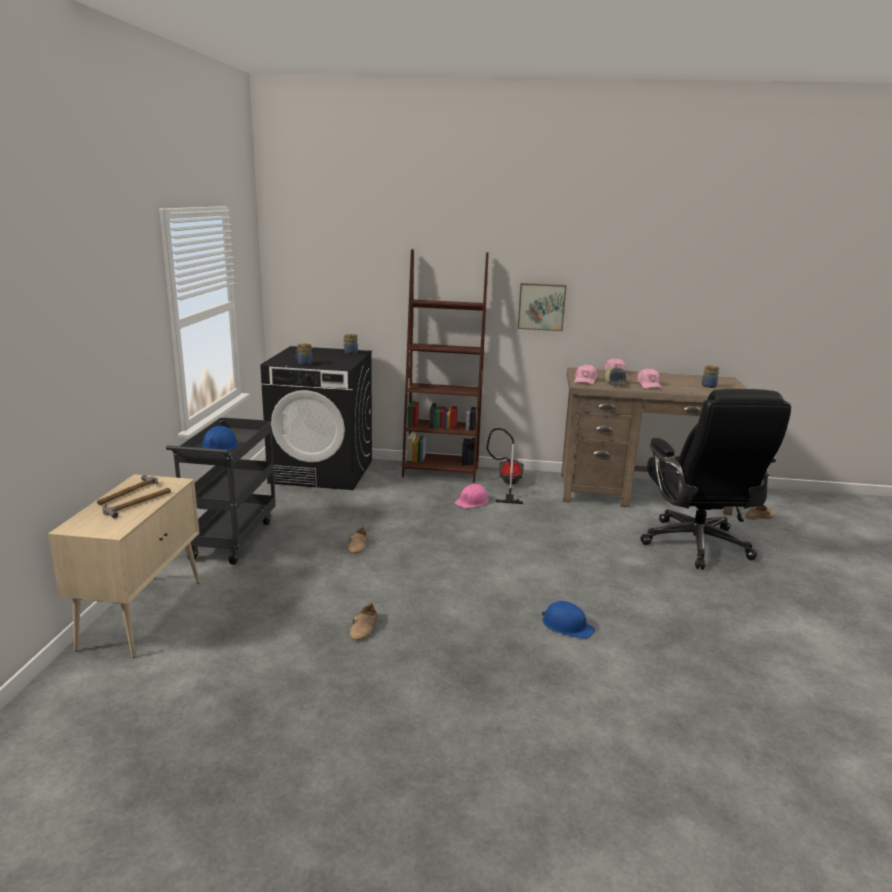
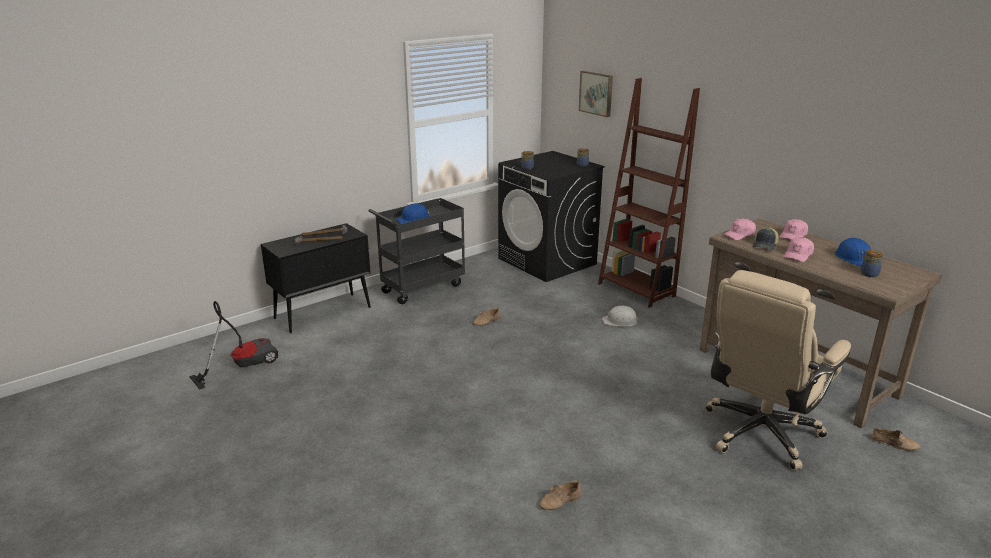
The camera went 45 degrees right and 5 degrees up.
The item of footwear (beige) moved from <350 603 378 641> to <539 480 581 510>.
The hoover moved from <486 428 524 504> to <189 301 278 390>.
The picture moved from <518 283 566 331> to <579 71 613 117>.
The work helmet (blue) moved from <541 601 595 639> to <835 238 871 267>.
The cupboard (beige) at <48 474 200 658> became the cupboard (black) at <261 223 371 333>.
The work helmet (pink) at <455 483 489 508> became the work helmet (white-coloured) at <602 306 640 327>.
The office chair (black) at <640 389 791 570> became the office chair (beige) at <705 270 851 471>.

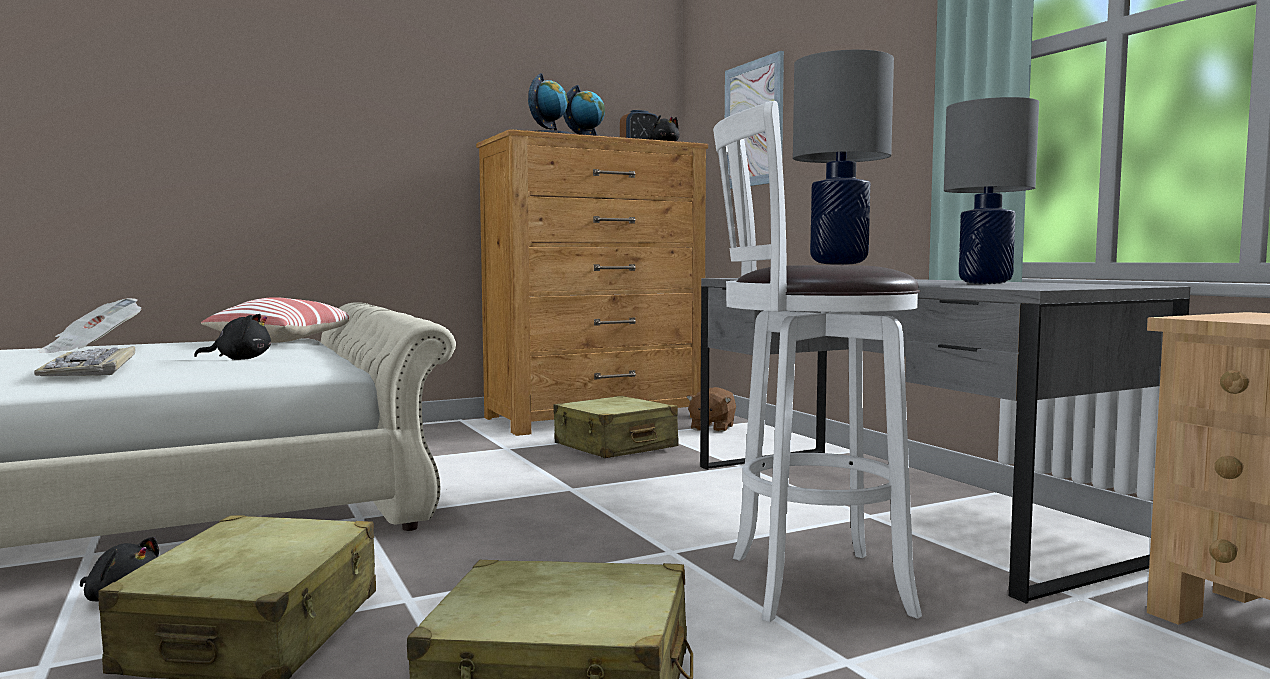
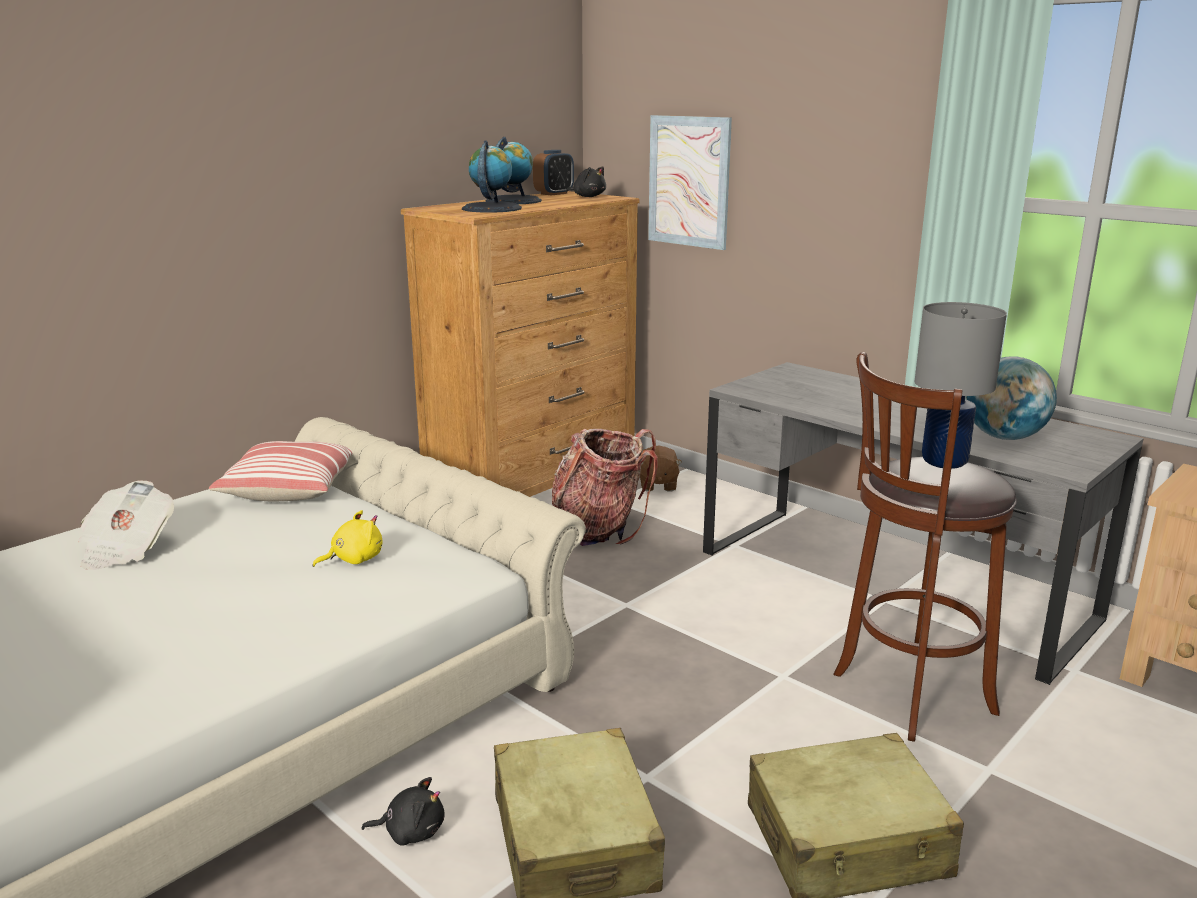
The camera went 20 degrees left and 15 degrees up.
The computer keyboard at <34 346 135 376> disappeared.
The travel case (beige) at <553 396 679 458> was replaced by the rucksack at <552 429 658 546>.
The tabletop lamp (grey) at <944 97 1039 284> was replaced by the desk globe at <966 357 1057 440>.
The soft toy (black) at <194 314 271 360> became the soft toy (yellow-coloured) at <313 510 383 567>.
The sitting stool (white-coloured) at <713 101 922 622> became the sitting stool (brown-coloured) at <833 352 1017 742>.

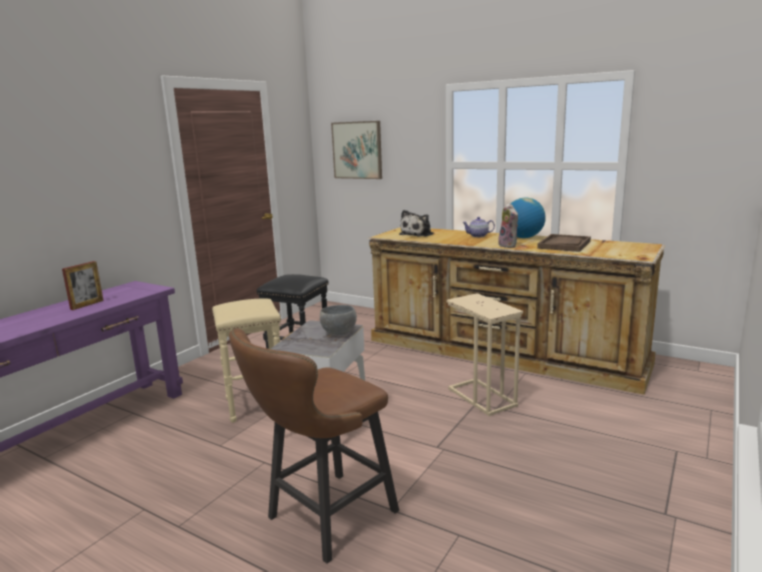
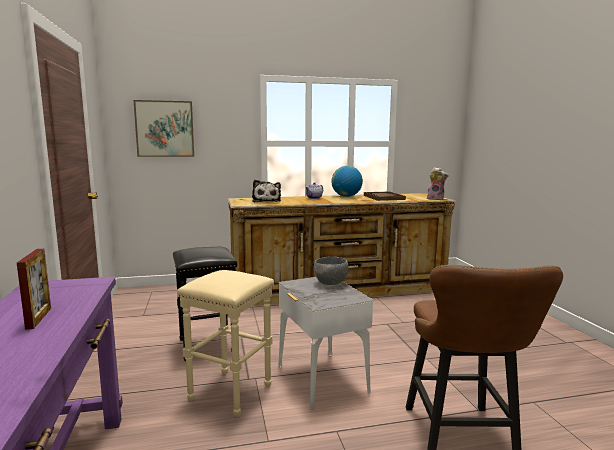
The camera went 45 degrees left and 5 degrees down.
The end table (beige) at <446 293 523 416> disappeared.
The soft toy moved from <498 203 518 248> to <427 167 449 200>.

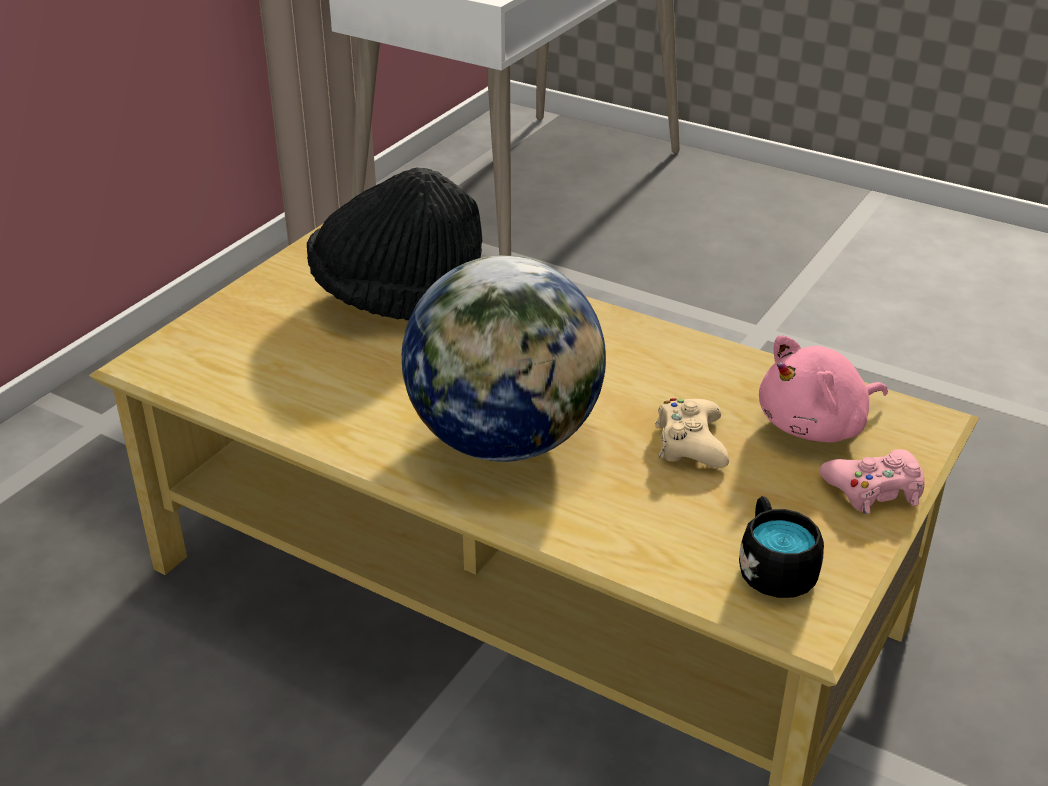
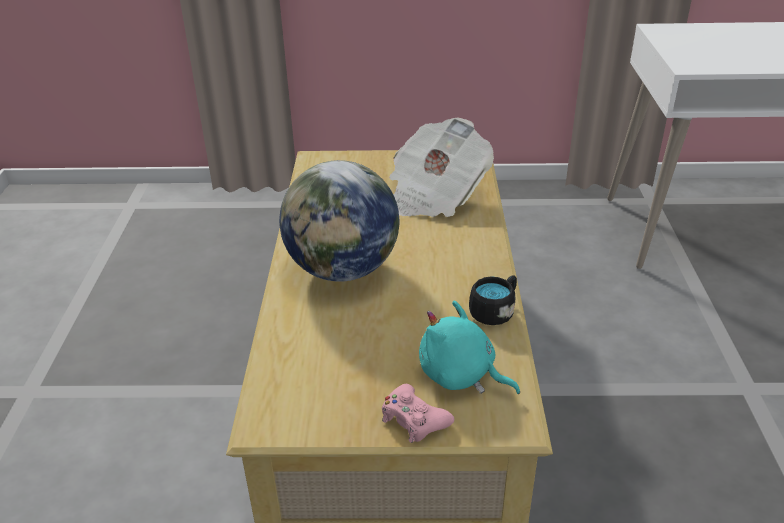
The camera went 60 degrees right and 0 degrees up.
The gamepad (beige) at <655 398 729 467> disappeared.
The mug (black) moved from <739 496 824 598> to <469 275 517 325>.
The clothing hat (black) at <307 168 482 320> was replaced by the printed paper at <389 118 494 217>.
The soft toy (pink) at <759 335 888 443> became the soft toy (blue-green) at <419 301 520 394>.

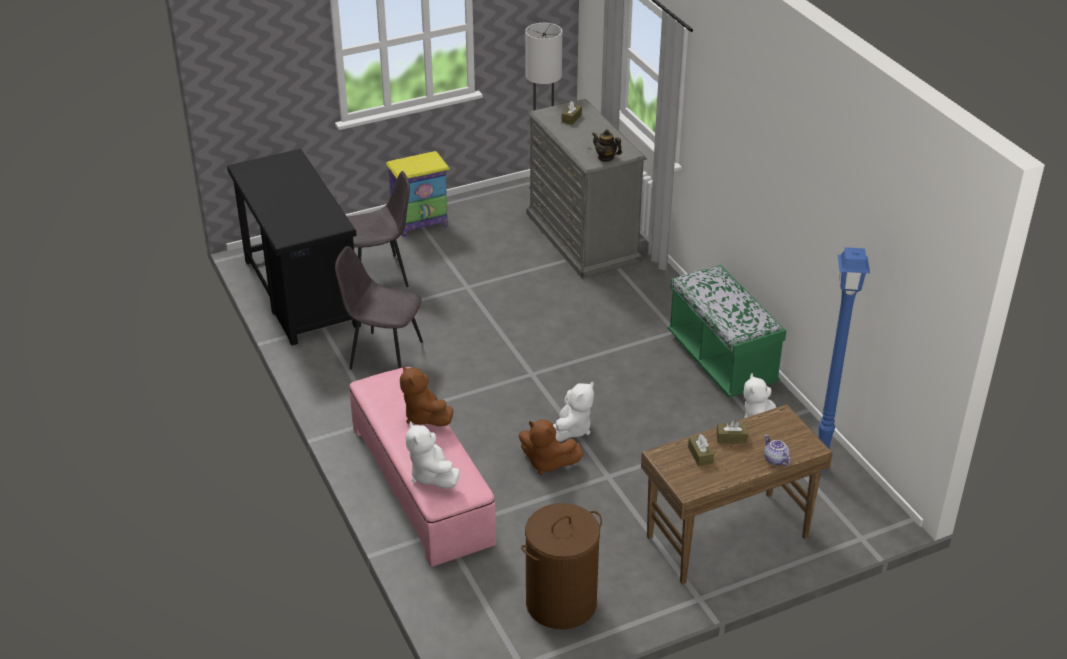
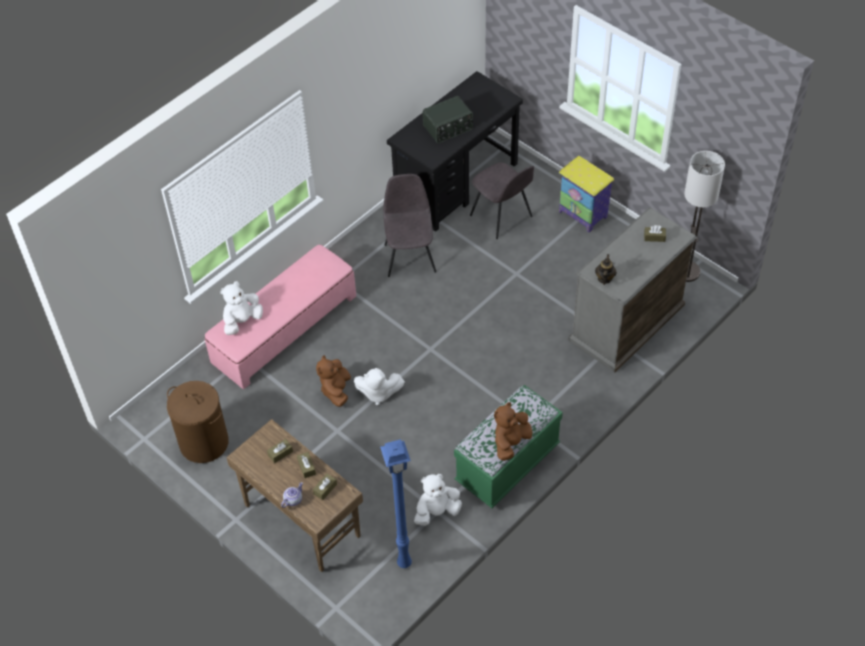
The camera went 70 degrees right and 15 degrees up.
The tissue holder (brown-coloured) at <313 474 337 500> appeared.
The radio at <423 96 473 143> appeared.
The soft toy (brown-coloured) moved from <400 365 453 426> to <494 402 532 461>.

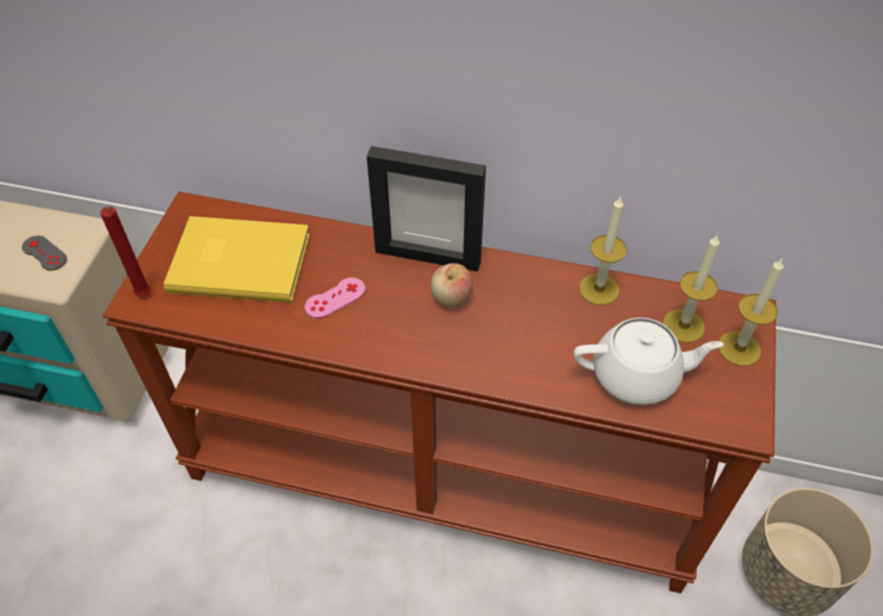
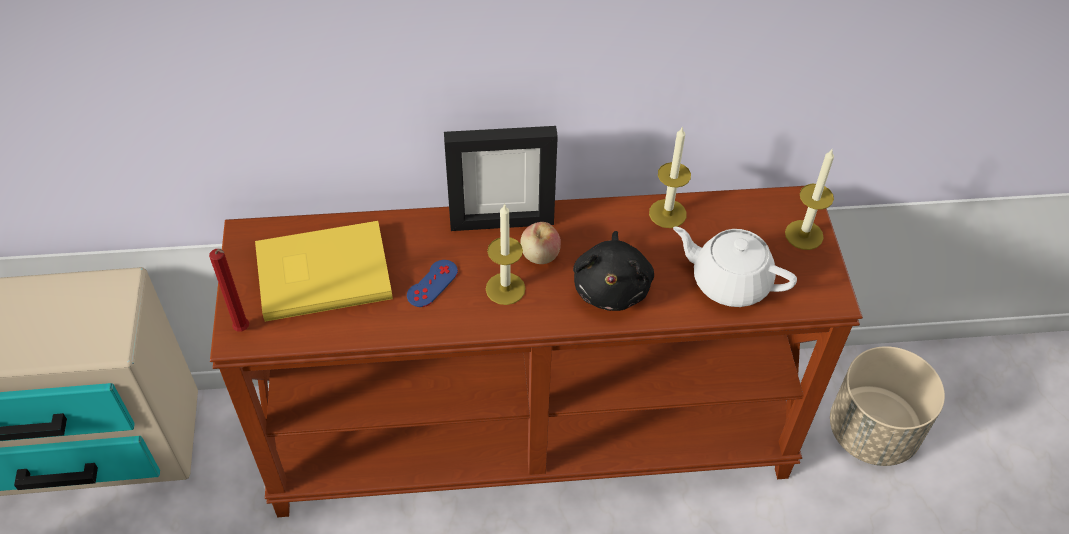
The camera went 20 degrees left and 0 degrees up.
The gamepad (grey) at <22 236 67 271> disappeared.
The soft toy (black) at <573 231 654 311> appeared.
The candle moved from <663 234 720 343> to <486 203 526 305>.
The gamepad (pink) at <305 277 365 318> became the gamepad (blue) at <407 260 458 307>.
The teapot (white-coloured) at <574 317 724 405> turned 135 degrees counterclockwise.

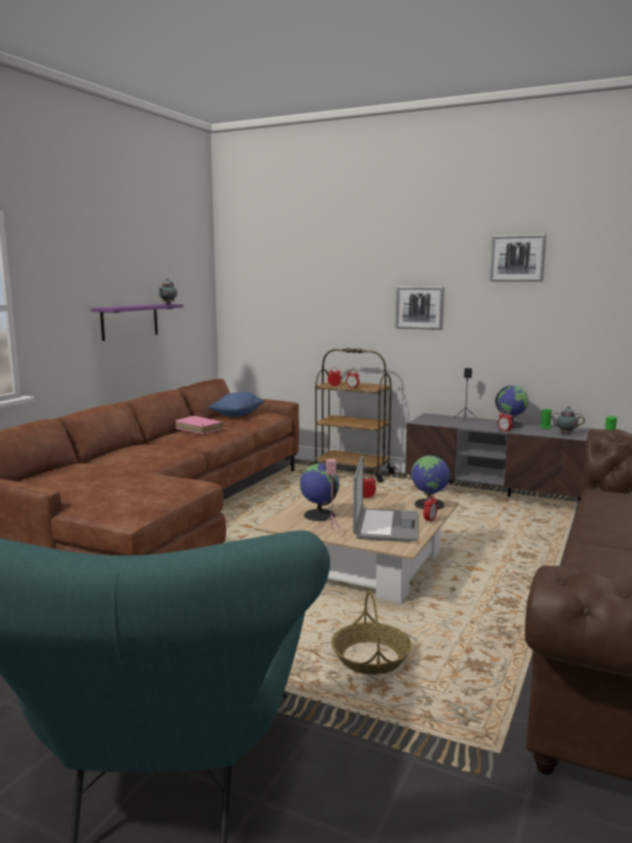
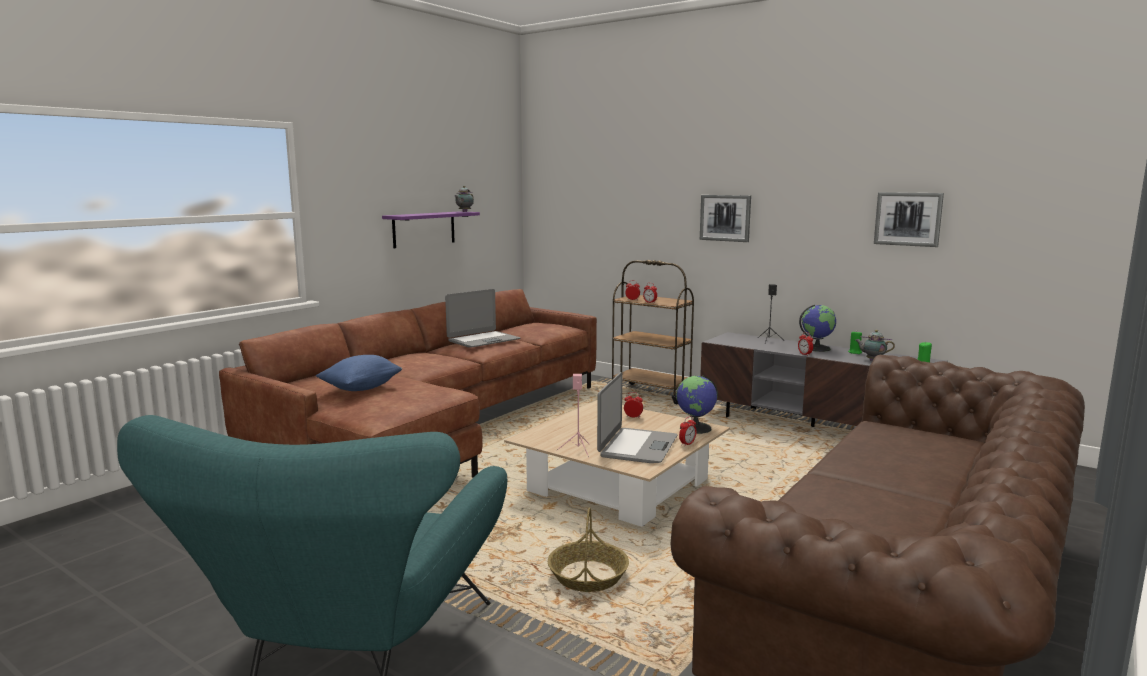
The camera went 10 degrees right and 0 degrees up.
The desk globe at <299 464 340 521> disappeared.
The throw pillow (blue) moved from <208 392 265 417> to <316 355 402 391>.
The picture moved from <489 234 546 282> to <874 192 944 247>.
The book (pink) at <175 416 223 435> was replaced by the laptop at <445 289 520 347>.

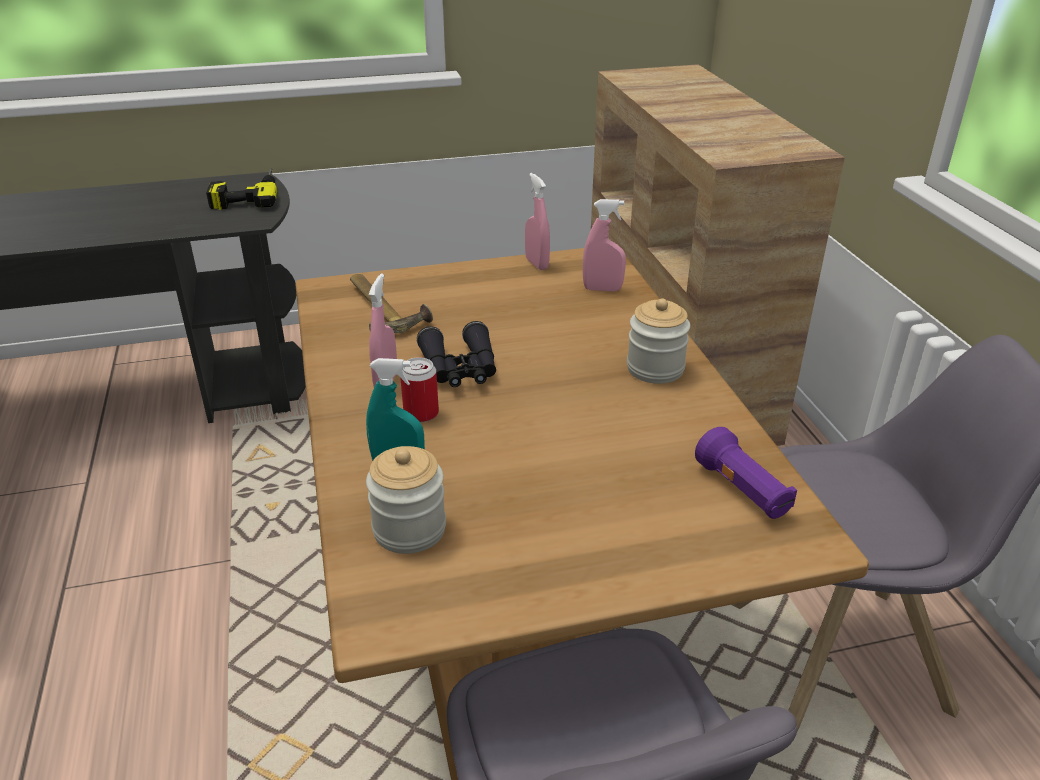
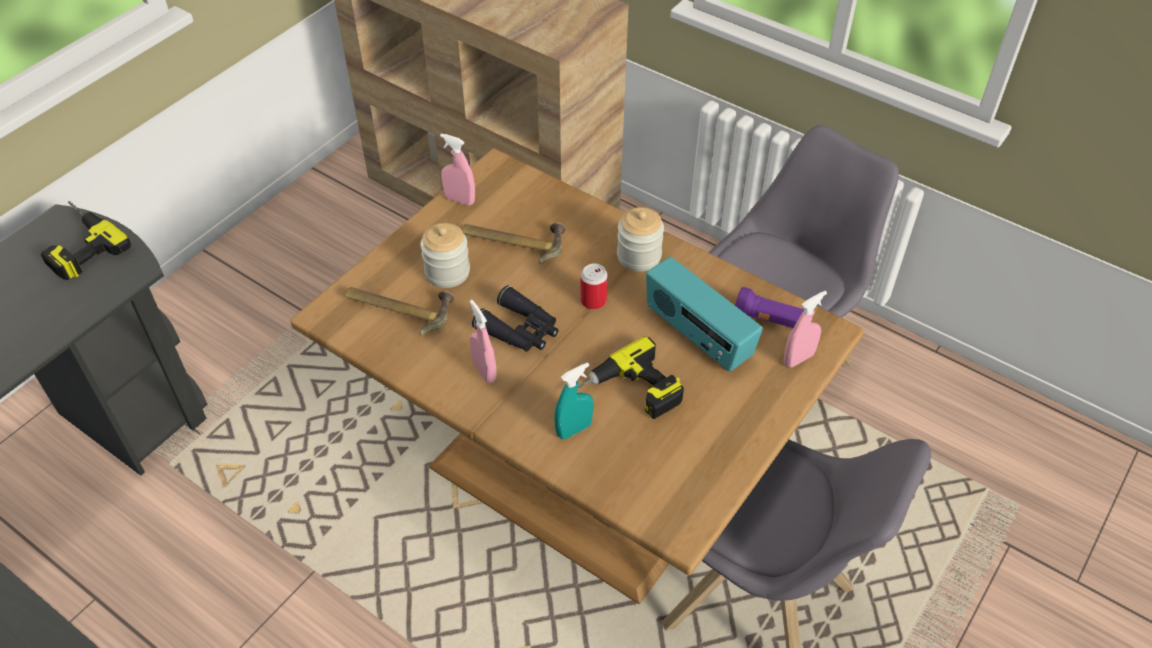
The camera went 40 degrees left and 15 degrees up.
The hammer at <462 223 566 265> appeared.
The electric drill at <577 337 684 419> appeared.
The radio at <646 257 763 371> appeared.
The preserve jar moved from <366 446 446 554> to <420 223 470 288>.
The metal can moved from <400 357 439 422> to <581 263 608 310>.
The hand sprayer (pink) moved from <583 199 626 291> to <784 291 827 367>.

